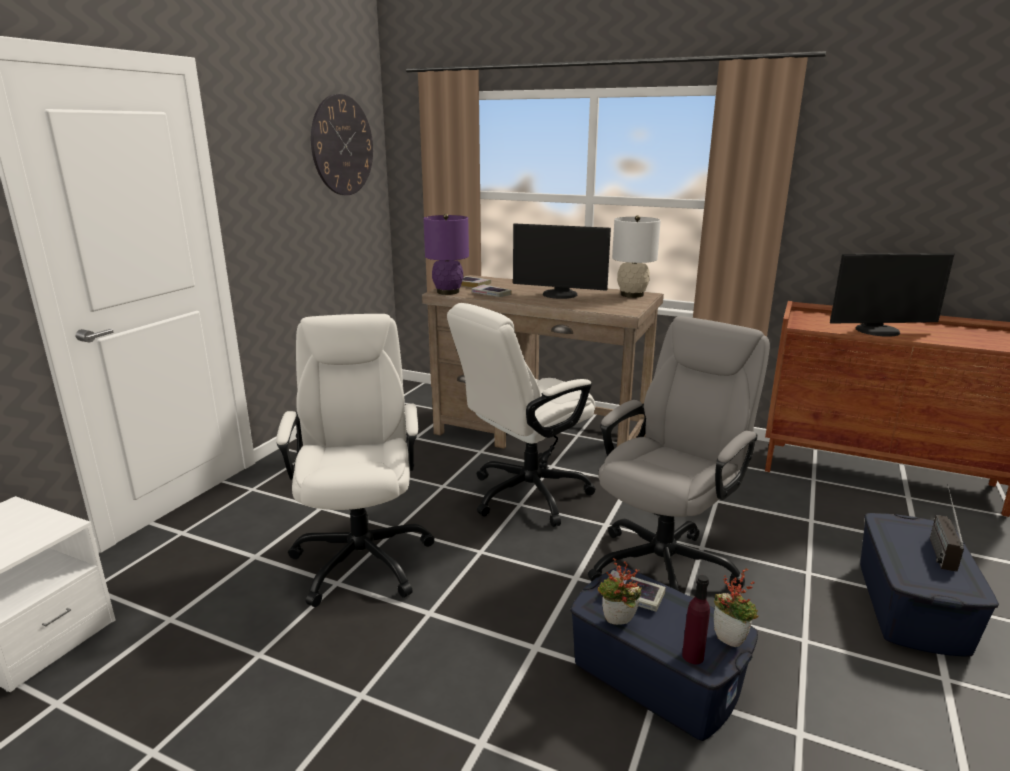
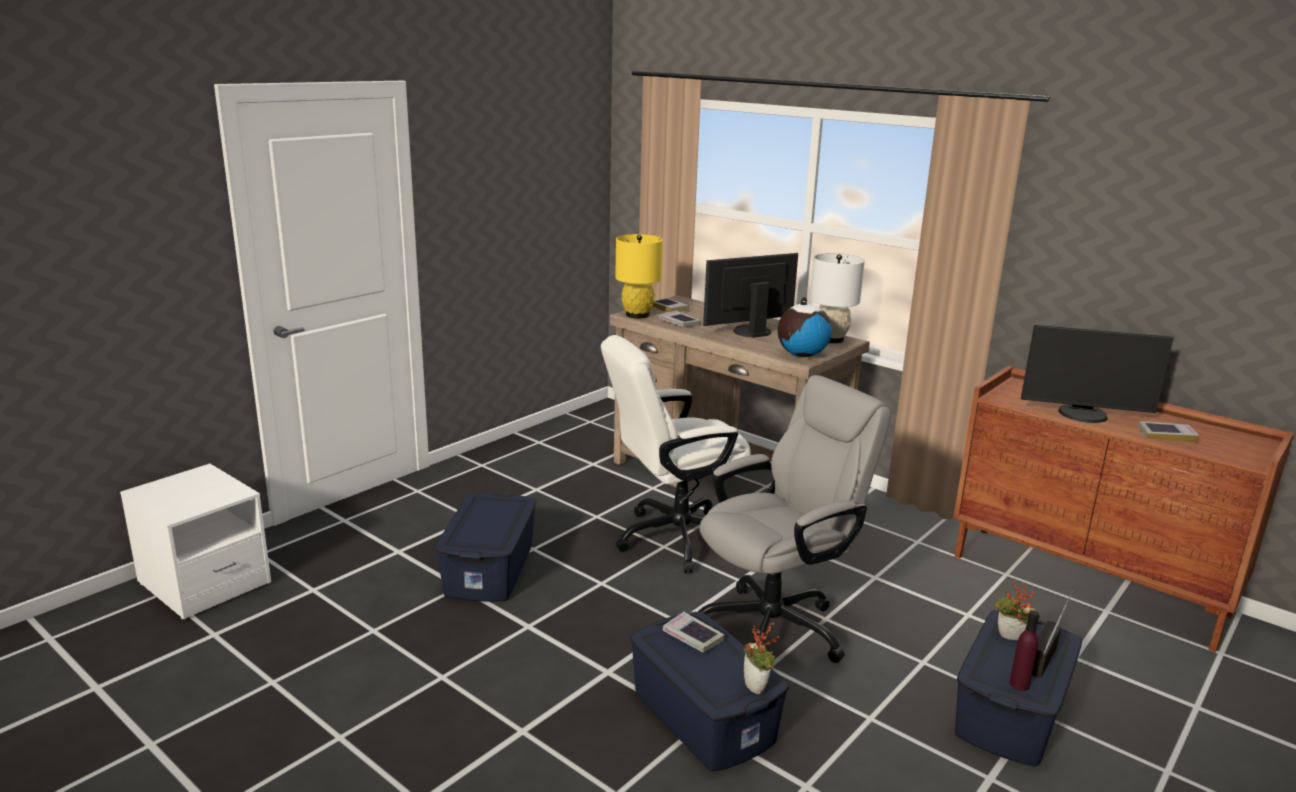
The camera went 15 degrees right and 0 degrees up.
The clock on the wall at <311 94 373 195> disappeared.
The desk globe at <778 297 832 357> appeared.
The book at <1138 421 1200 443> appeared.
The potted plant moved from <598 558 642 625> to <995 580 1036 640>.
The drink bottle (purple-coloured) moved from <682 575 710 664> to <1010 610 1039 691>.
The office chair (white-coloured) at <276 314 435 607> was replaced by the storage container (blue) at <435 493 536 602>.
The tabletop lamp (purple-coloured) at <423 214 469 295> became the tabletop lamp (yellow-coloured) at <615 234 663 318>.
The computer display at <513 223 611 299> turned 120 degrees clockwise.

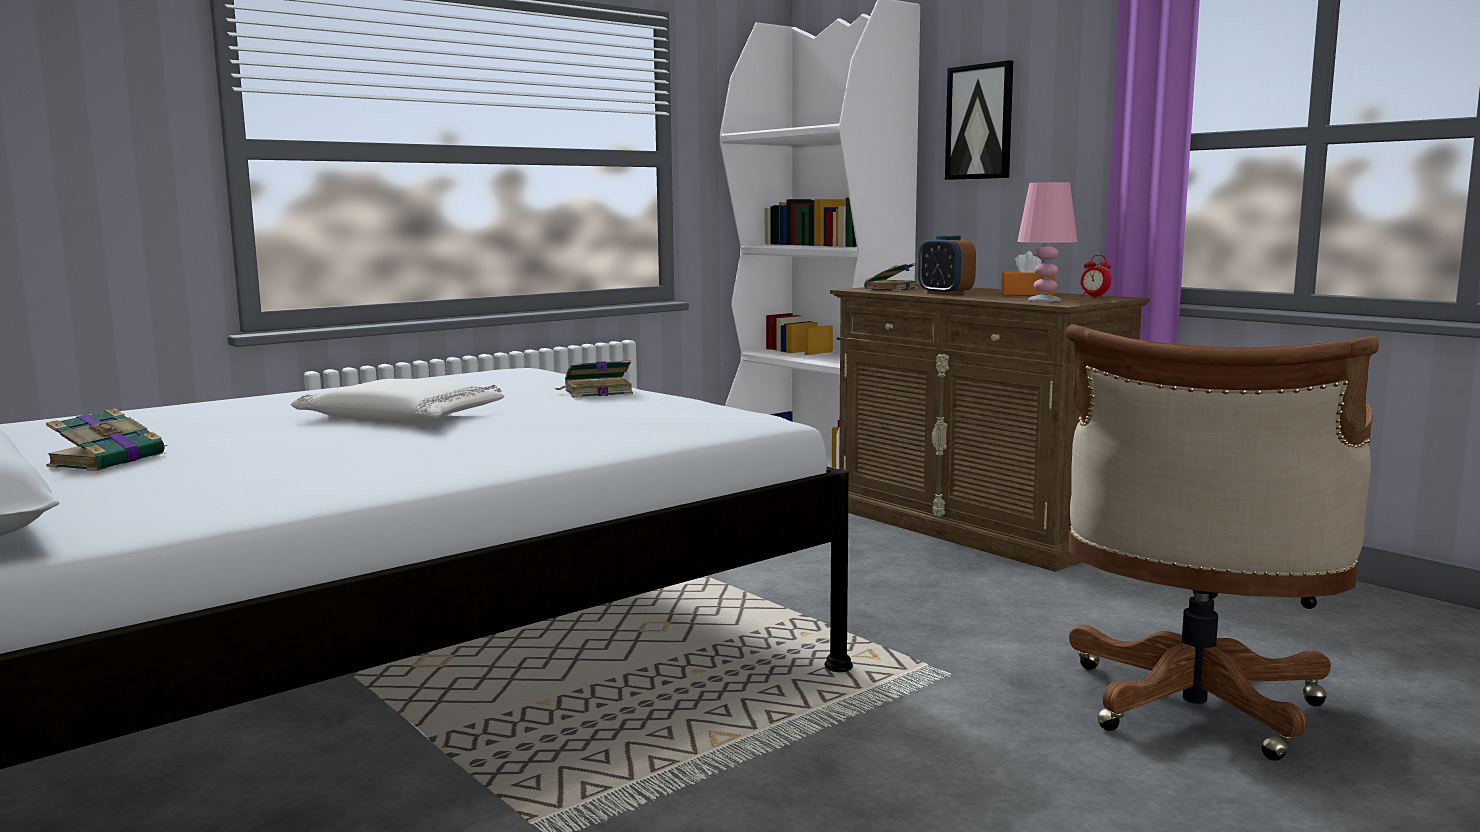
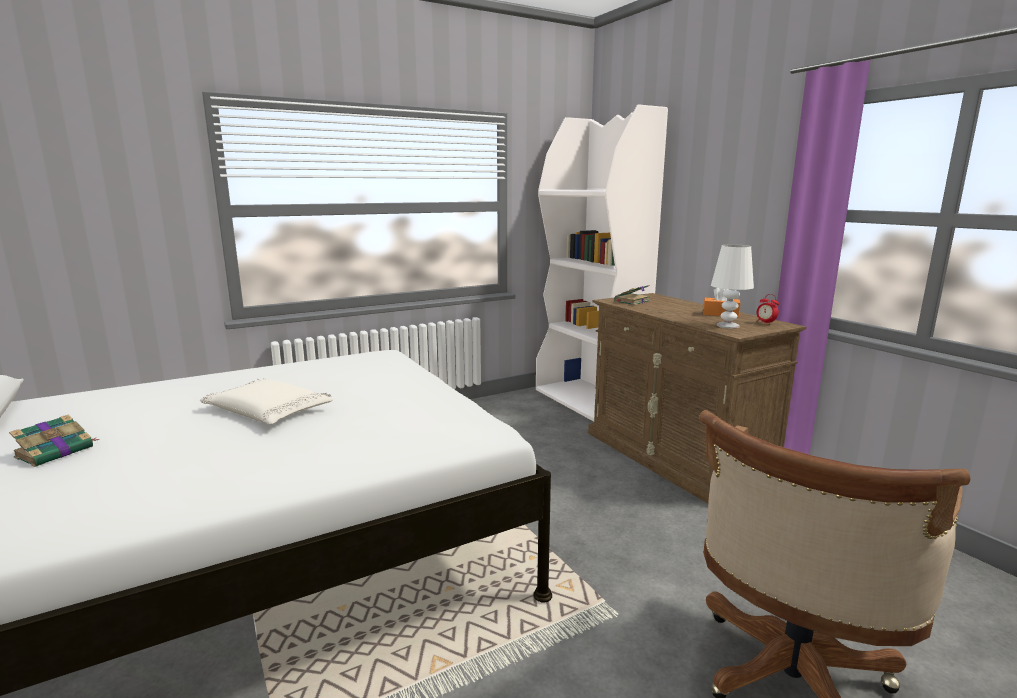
The camera went 10 degrees right and 5 degrees up.
The book at <555 360 633 398> disappeared.
The alarm clock at <918 235 976 295> disappeared.
The picture at <945 60 1013 180> disappeared.
The tabletop lamp (pink) at <1017 182 1077 302> became the tabletop lamp (white-coloured) at <711 245 754 329>.

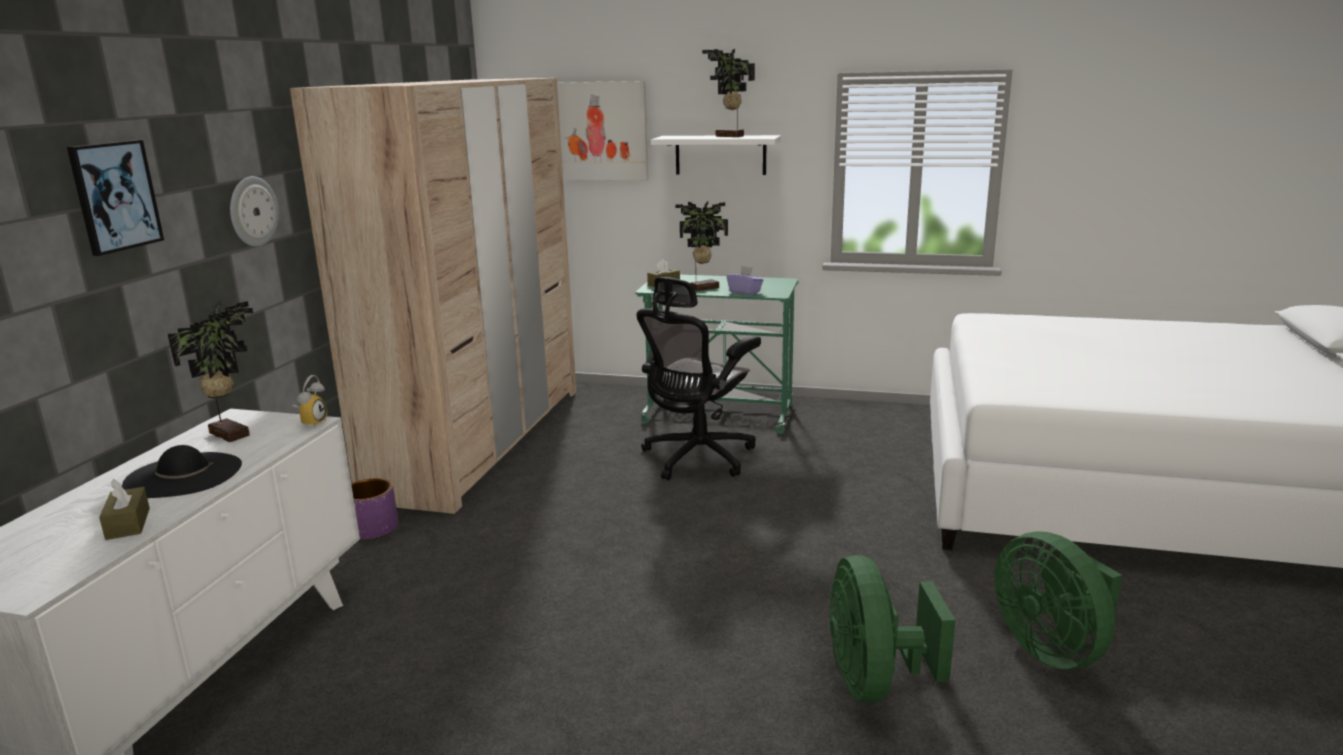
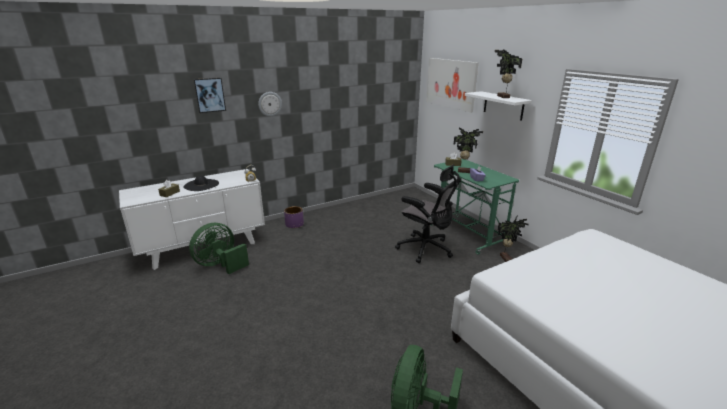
The camera went 45 degrees right and 5 degrees up.
The wardrobe (beige) at <290 78 576 514> disappeared.
The potted plant moved from <168 300 253 442> to <498 215 529 262>.
The electric fan (green) moved from <829 555 956 703> to <189 223 249 274>.
The office chair at <636 277 761 480> turned 135 degrees counterclockwise.

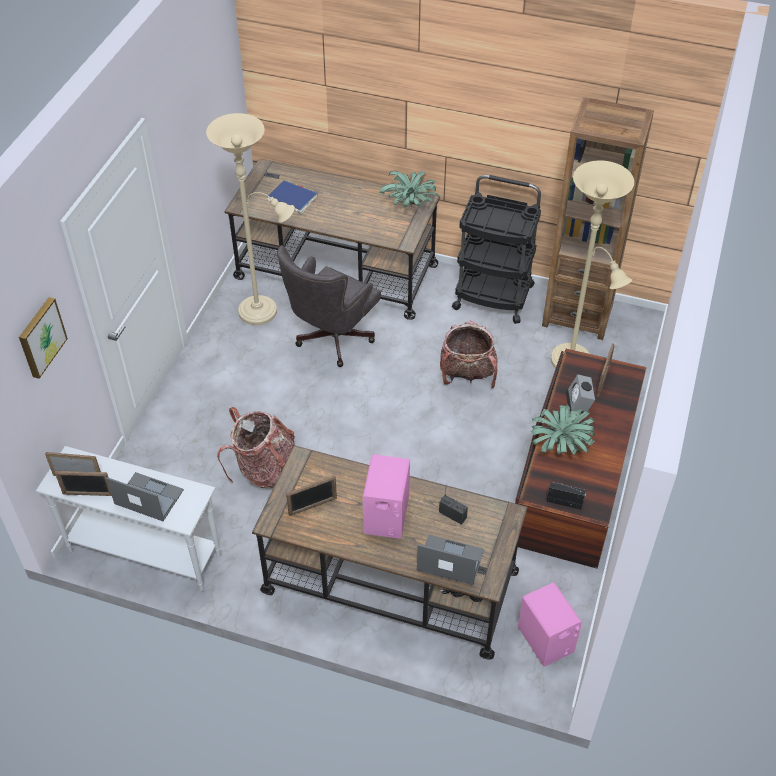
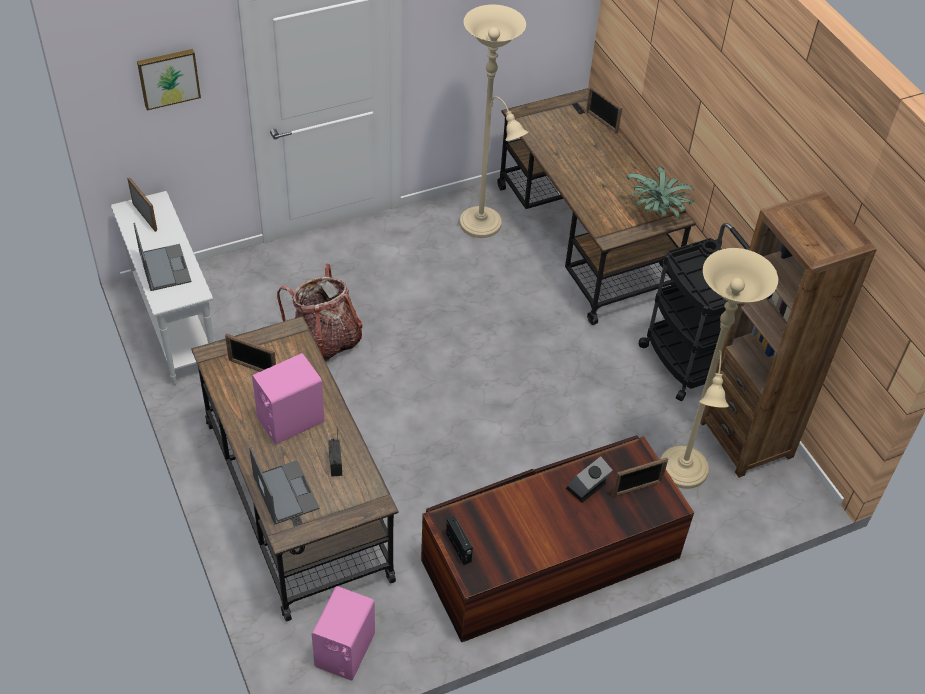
The camera went 45 degrees right and 0 degrees up.
The book (blue) at <267 180 318 214> disappeared.
The office chair (grey) at <277 245 381 367> disappeared.
The rucksack at <440 320 498 389> disappeared.
The potted plant at <531 405 595 455> disappeared.
The photo frame moved from <55 471 112 496> to <586 85 622 134>.

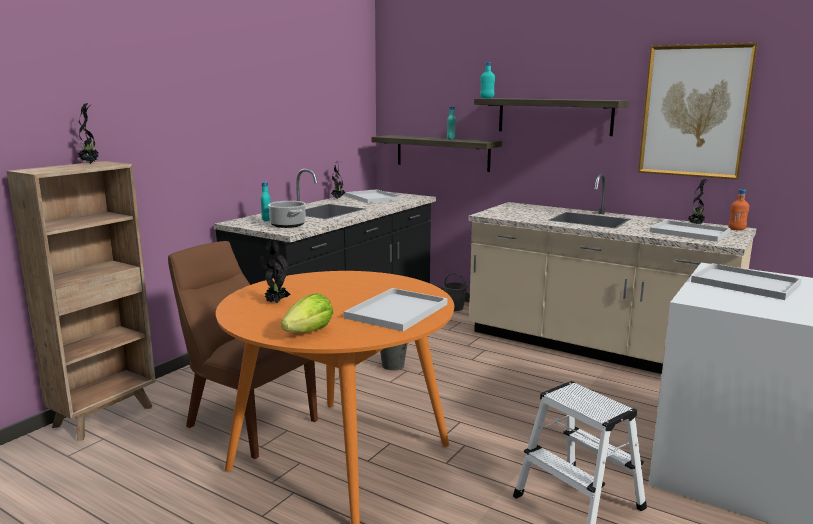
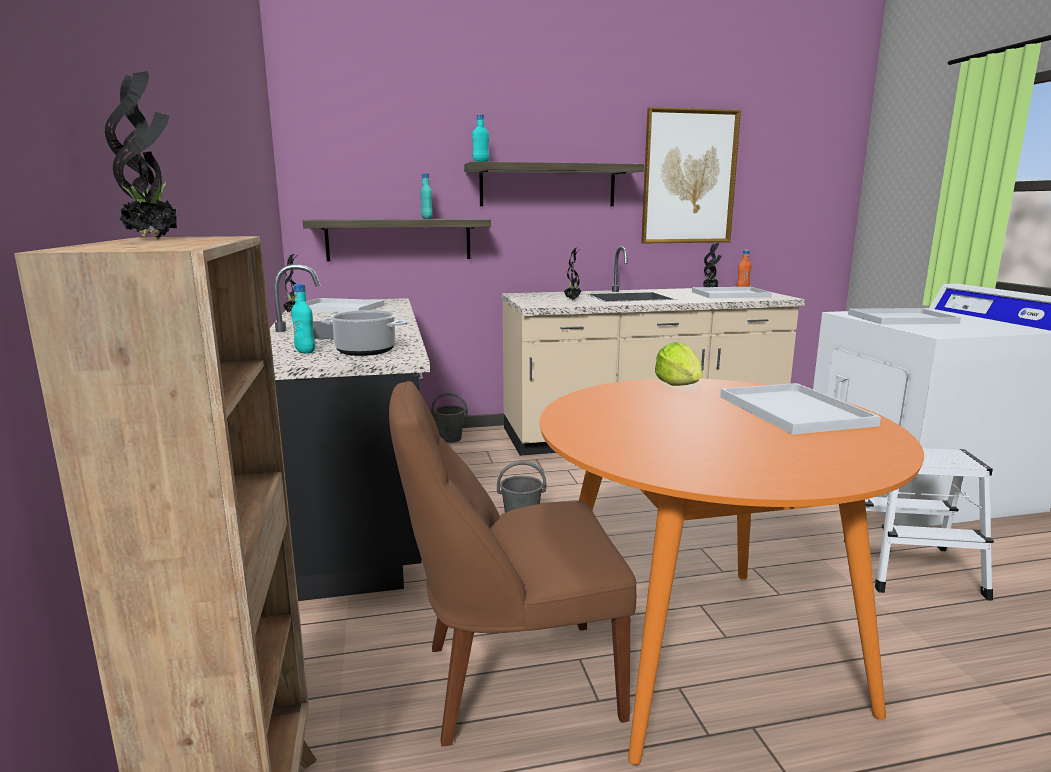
The camera went 45 degrees left and 0 degrees up.
The potted plant moved from <260 239 290 303> to <564 248 581 300>.
The lettuce moved from <281 293 333 333> to <655 342 702 386>.

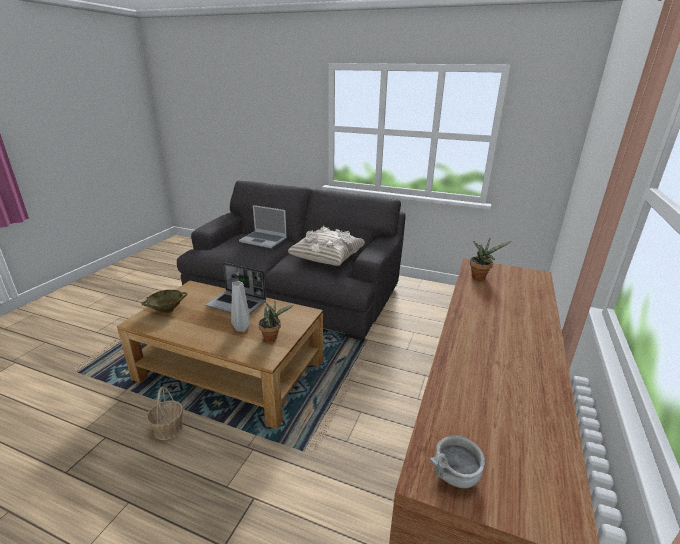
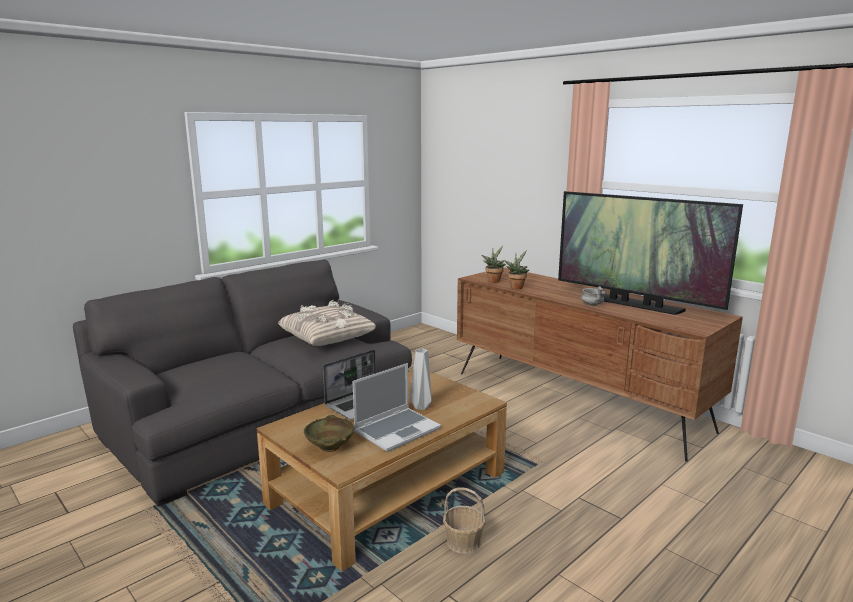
The camera went 65 degrees left and 10 degrees down.
The TV set at <558 191 743 315> appeared.
The laptop moved from <239 205 287 248> to <352 363 441 452>.
The potted plant moved from <258 301 294 341> to <504 251 529 289>.
The deep dish (grey) moved from <430 436 485 488> to <581 286 605 306>.

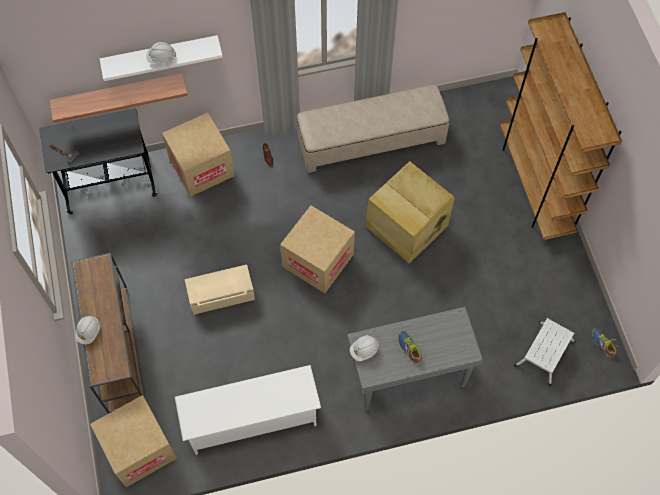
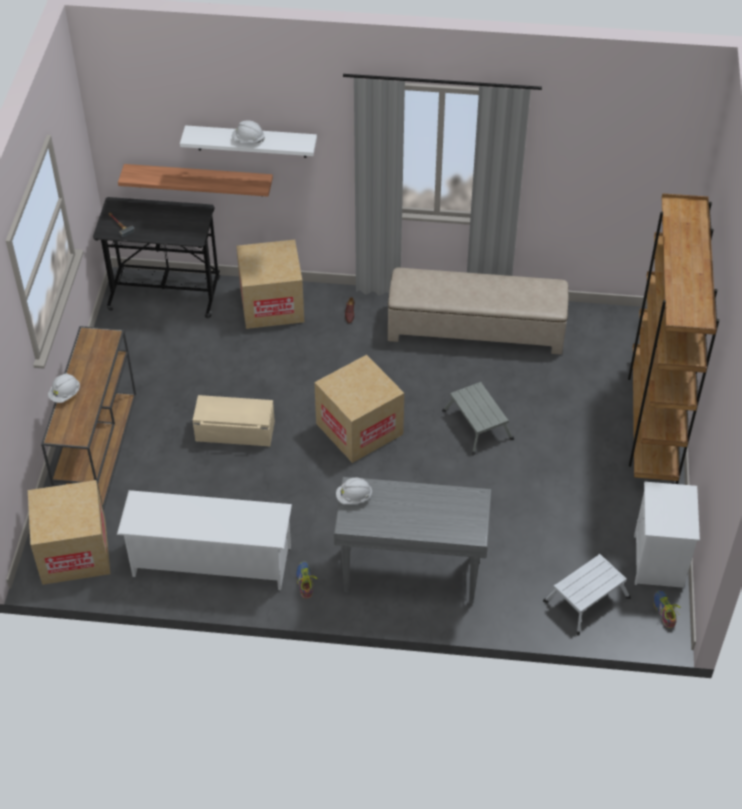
The camera went 20 degrees right and 15 degrees down.
The bedside table (white-coloured) at <634 481 700 588> appeared.
The item of footwear moved from <398 331 422 364> to <296 561 318 599>.
The storage container (beige) at <366 162 455 264> was replaced by the step ladder (grey) at <442 382 514 456>.

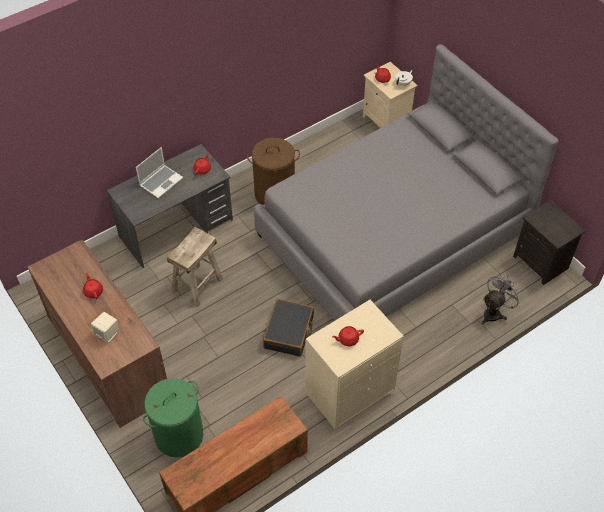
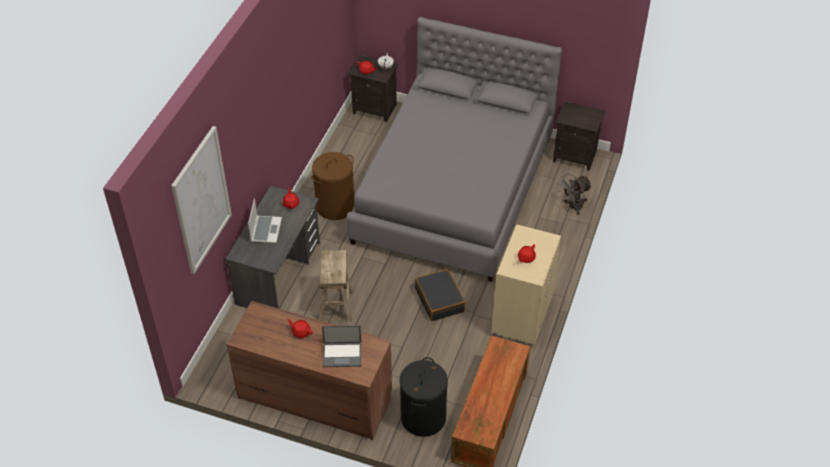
The camera went 35 degrees left and 5 degrees down.
The picture at <171 126 232 274> appeared.
The audio speaker (beige) at <91 312 119 342> was replaced by the laptop at <322 325 361 367>.
The hamper (green) at <143 378 203 458> became the hamper (black) at <400 357 448 437>.
The bedside table (beige) at <363 62 418 128> became the bedside table (black) at <349 55 398 122>.
The electric fan (grey) at <482 272 523 325> turned 135 degrees counterclockwise.

